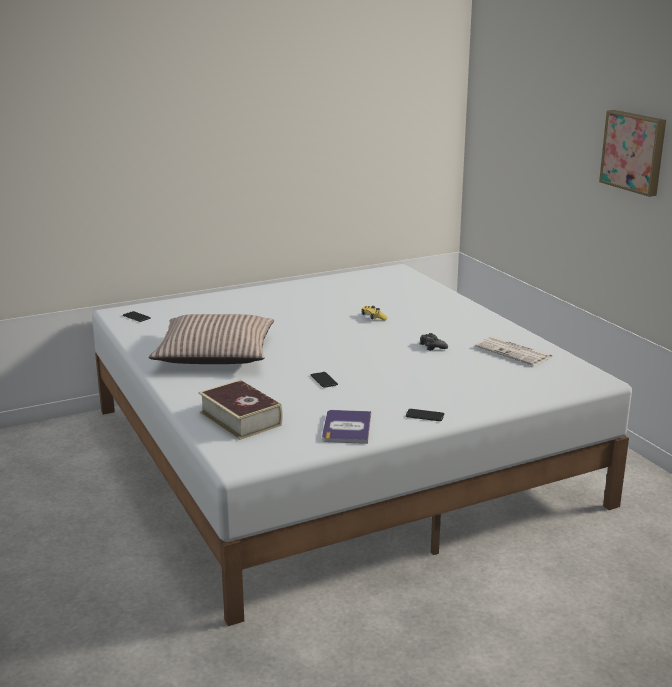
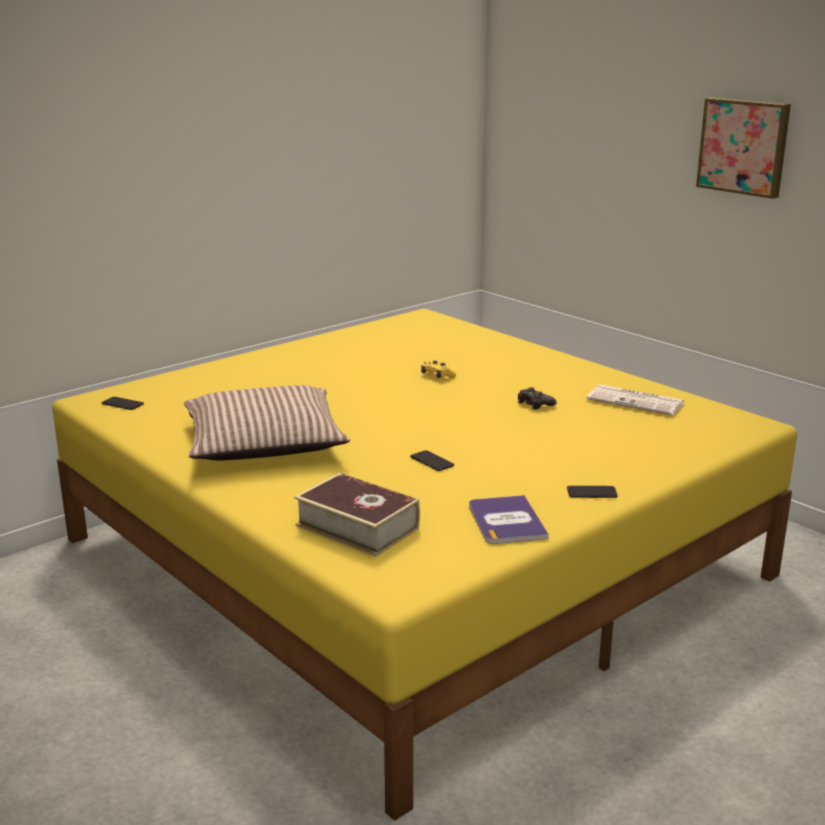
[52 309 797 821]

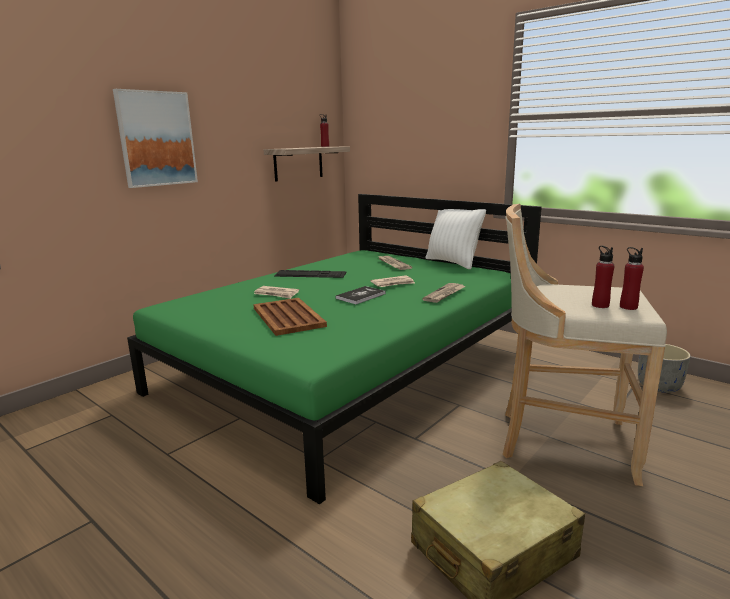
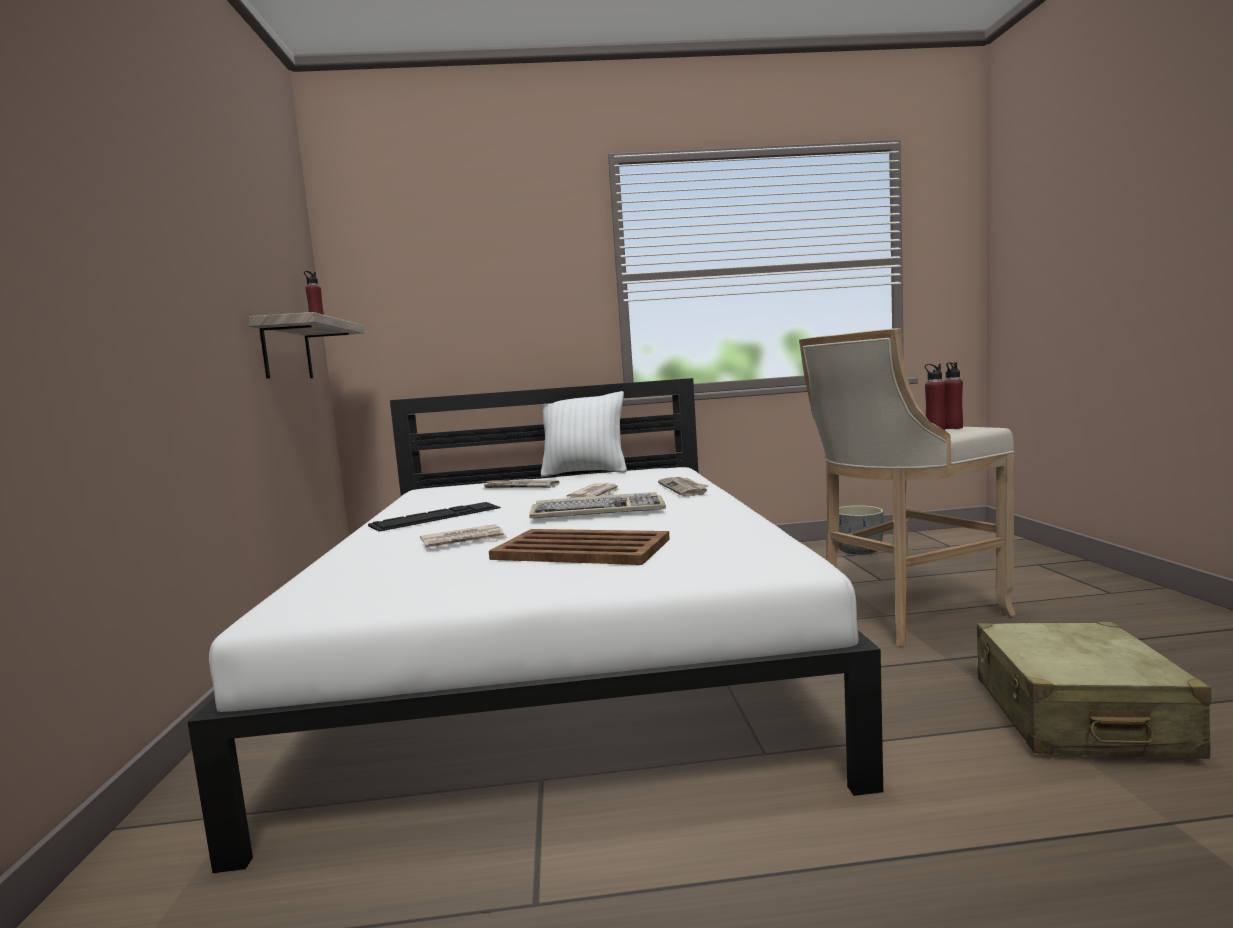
[188 378 883 873]
[529 492 666 519]
[113 89 198 188] (first image)

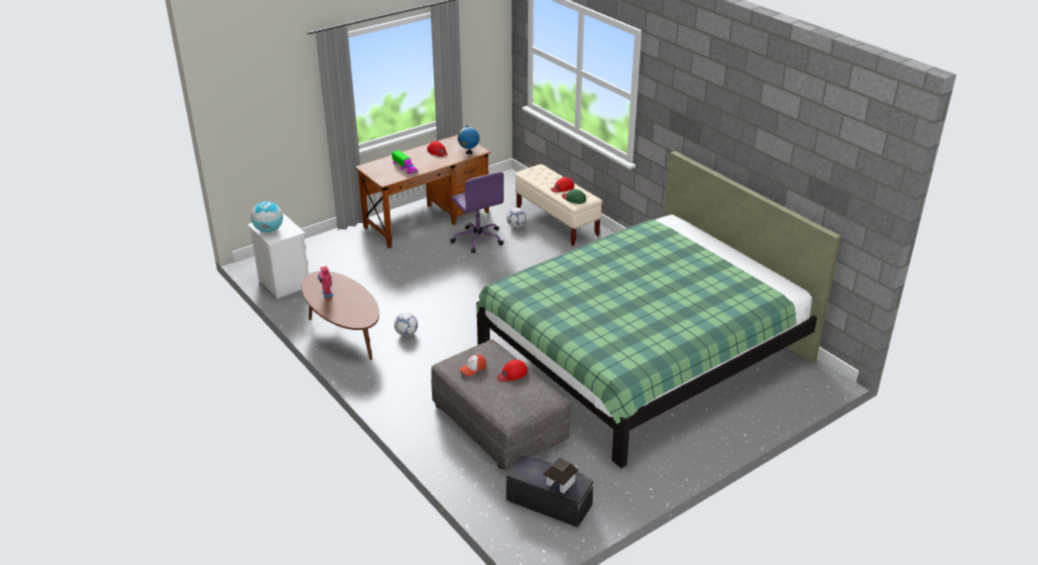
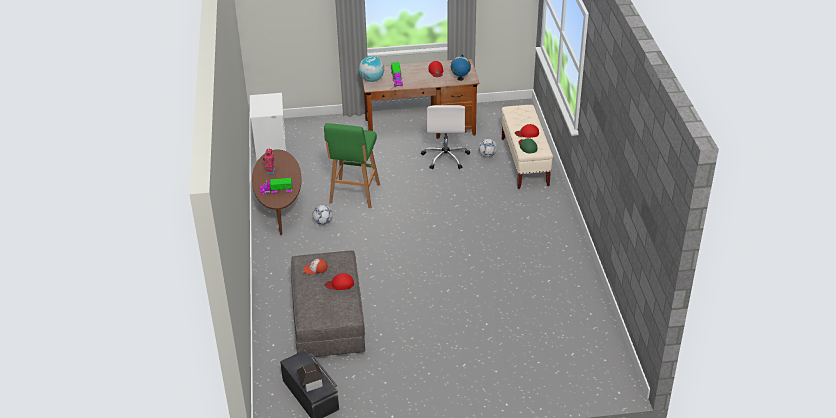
[260 178 292 194]
[324 123 380 208]
[359 56 384 82]
[421 105 470 169]
[476 151 841 468] (first image)

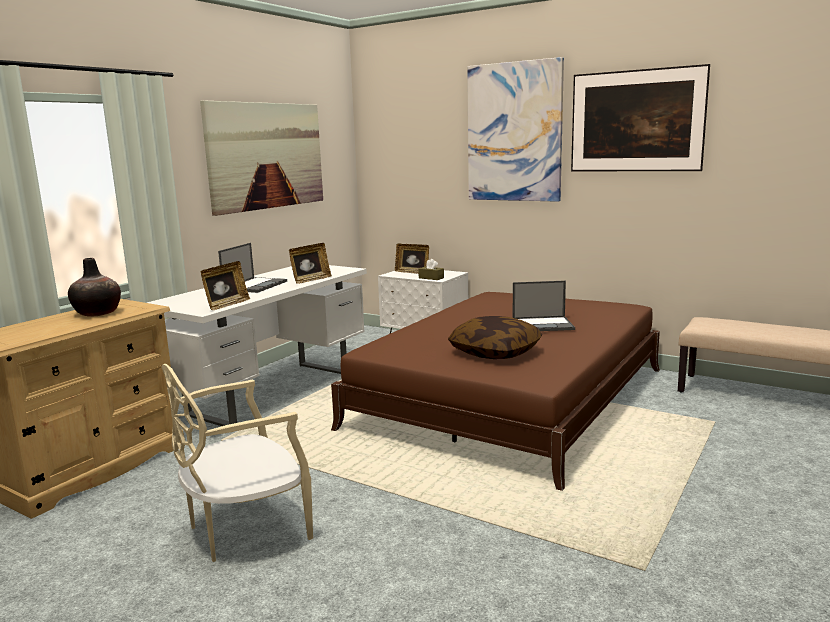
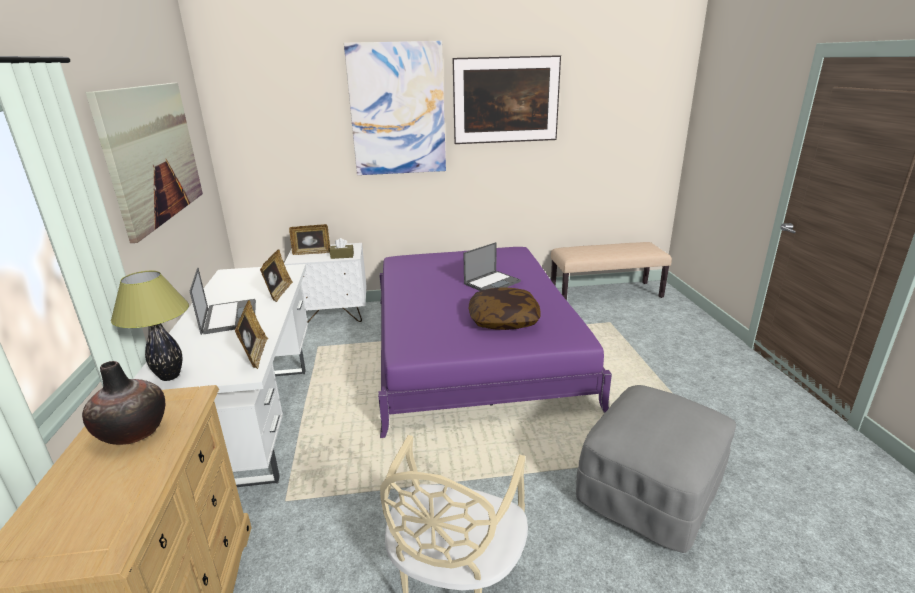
[111 271 189 381]
[378 247 612 438]
[576 385 736 553]

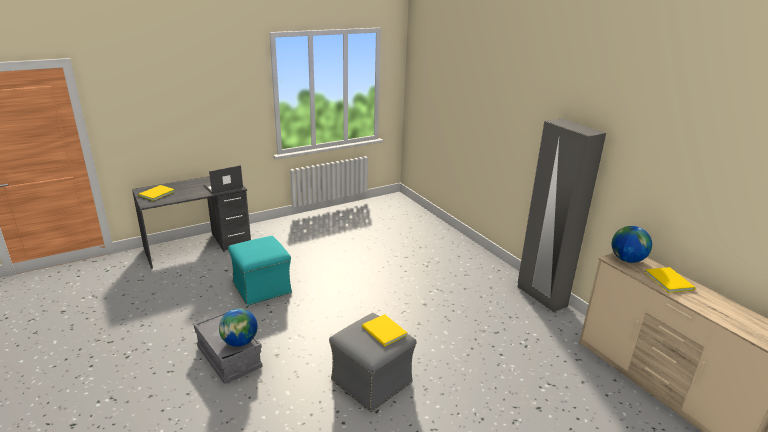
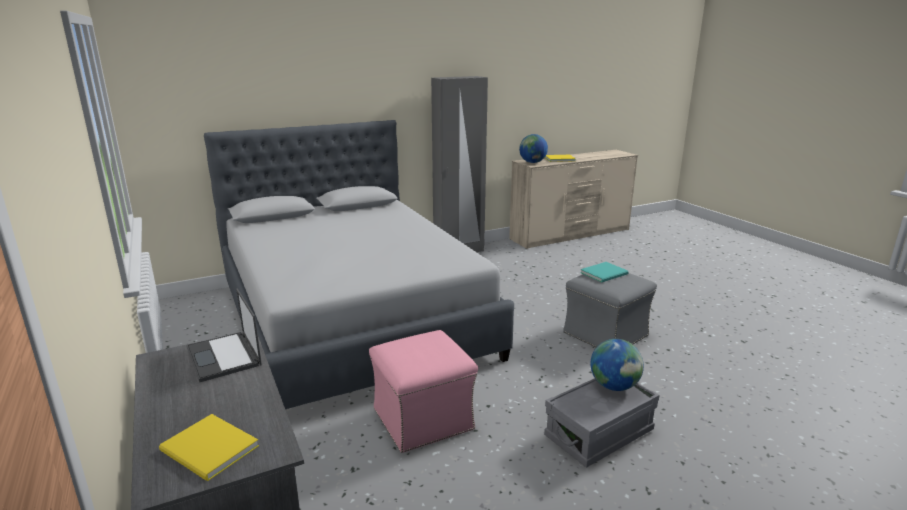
[204 120 514 409]
[369 330 478 453]
[580 262 629 282]

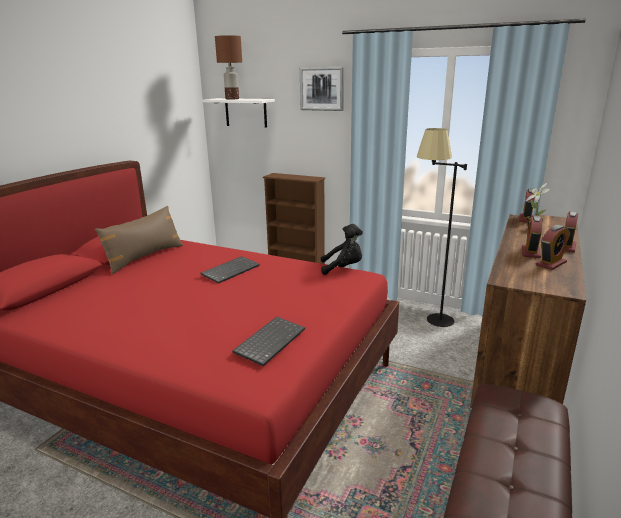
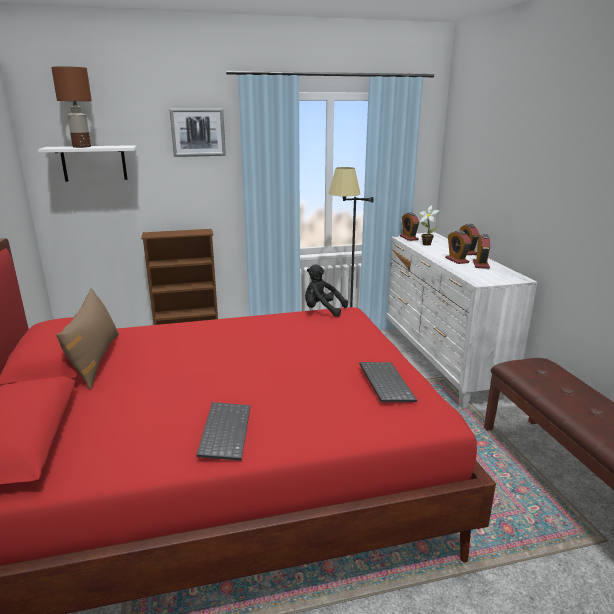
[196 402 250 461]
[305 265 348 317]
[386 232 537 408]

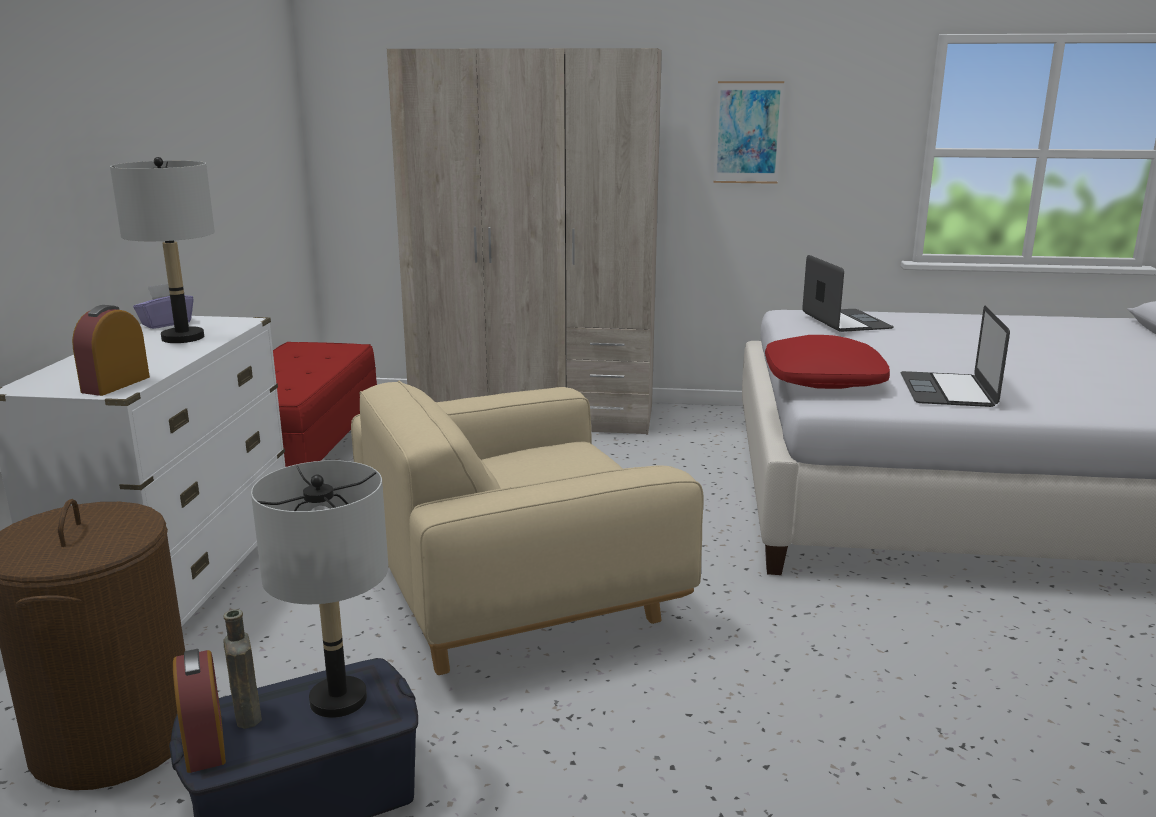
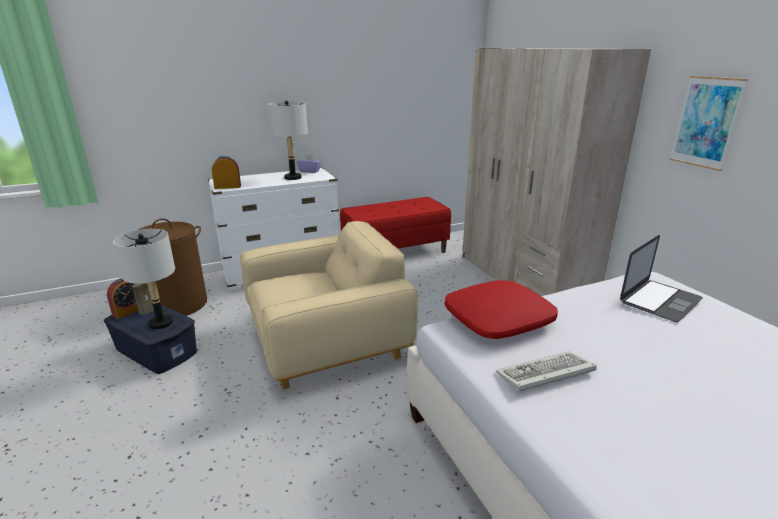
[240 221 418 390]
[496 351 597 392]

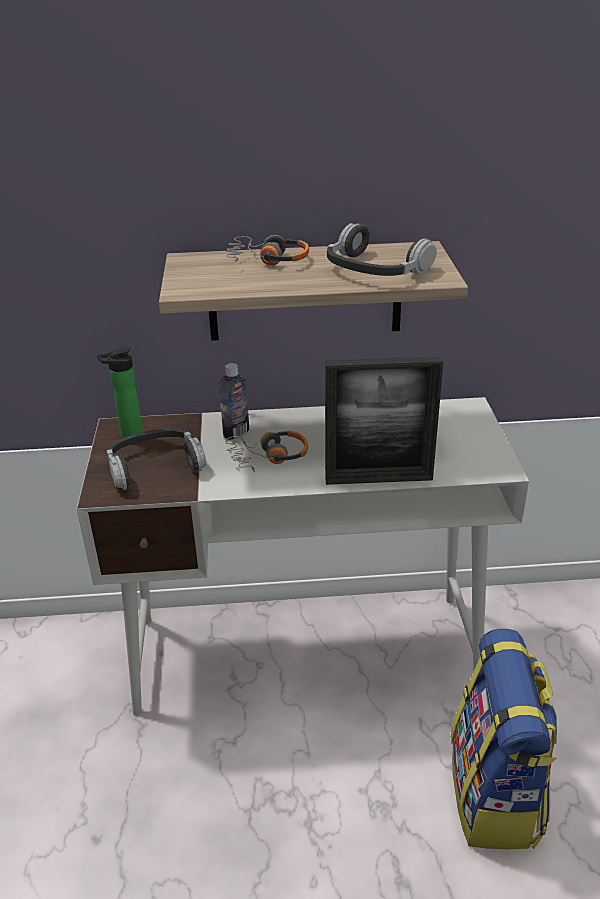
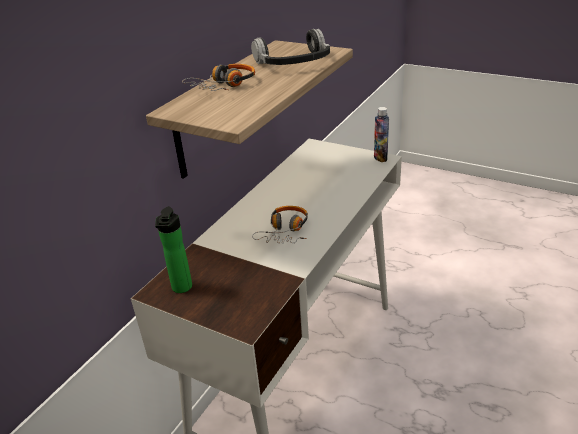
[374 107 389 162]
[107 428 206 490] (first image)
[325 356 443 485] (first image)
[450 629 557 849] (first image)

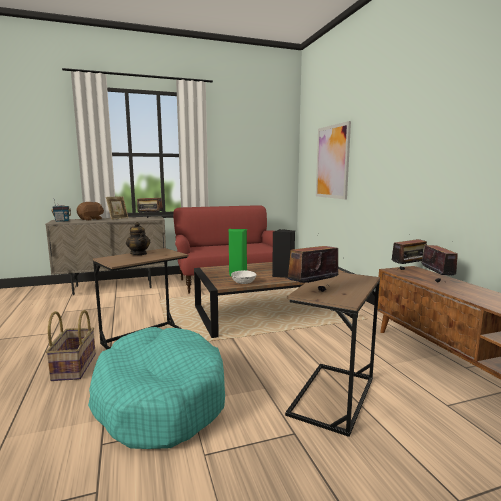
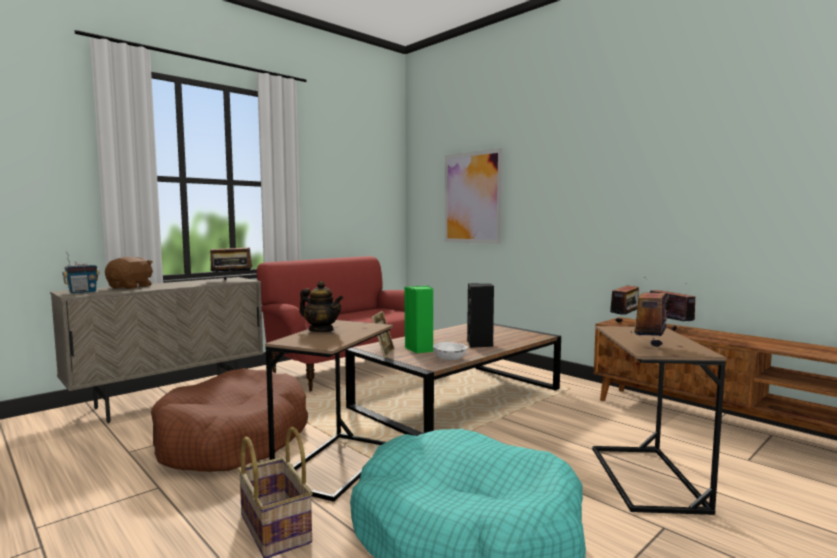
[151 368 308 472]
[371 311 395 358]

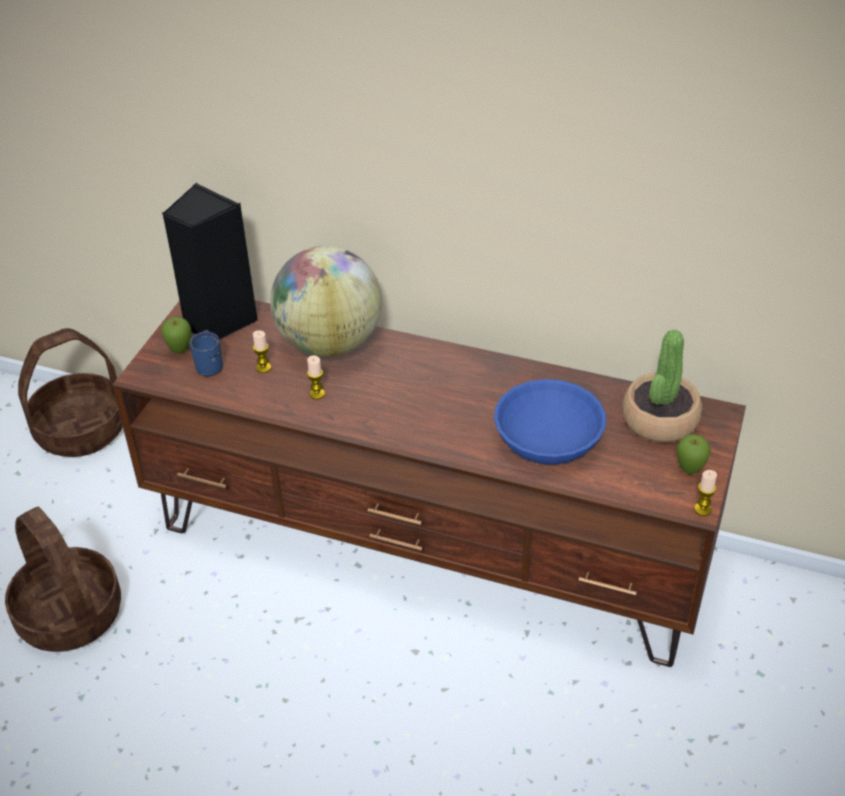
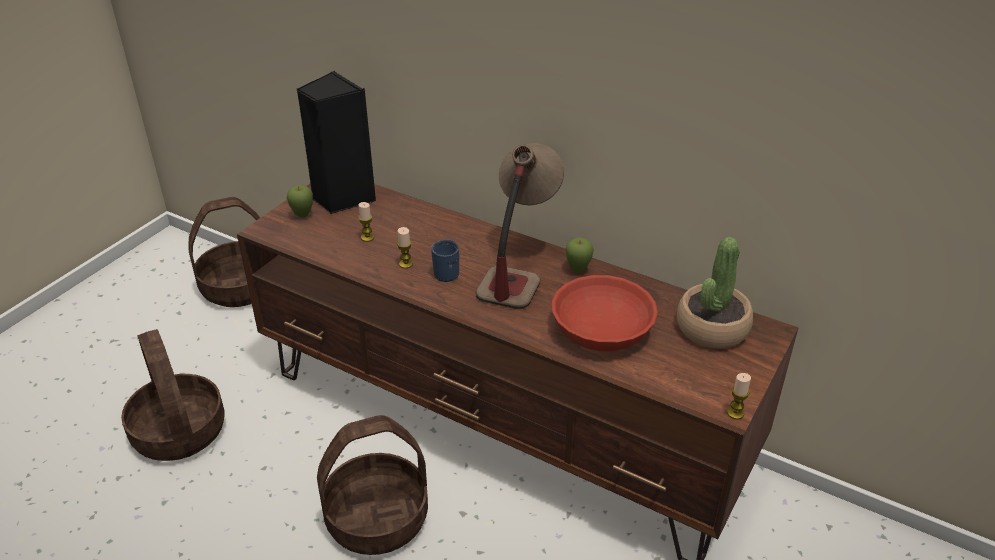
[317 415 428 555]
[431 239 459 282]
[476 143 564 309]
[552 275 658 351]
[566 237 594 273]
[270 246 382 357] (first image)

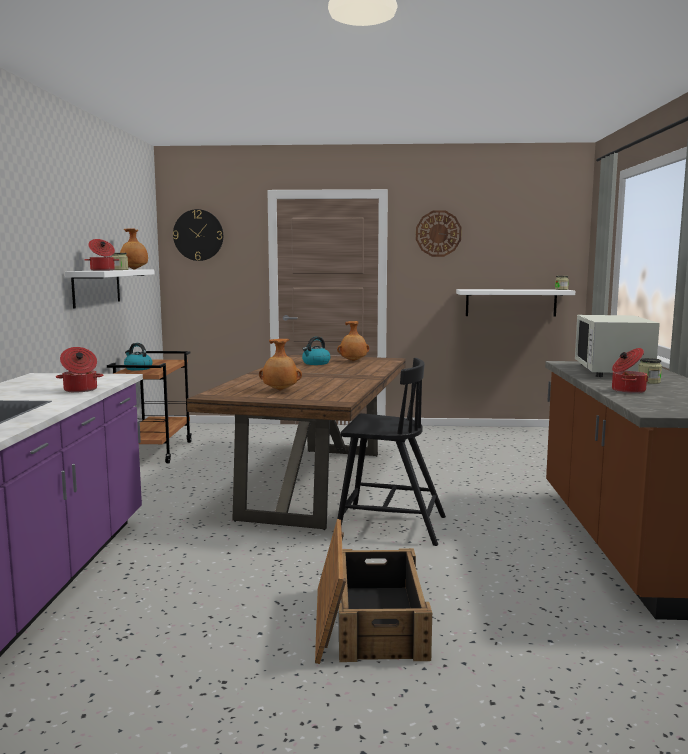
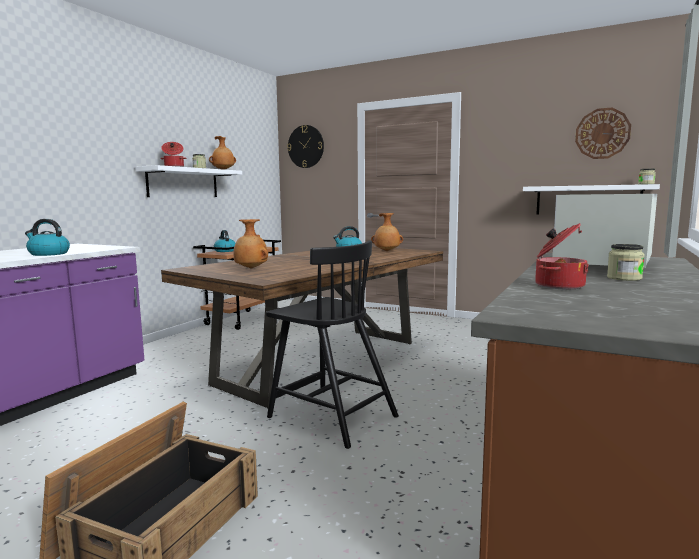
[25 219 70 256]
[575 108 631 159]

